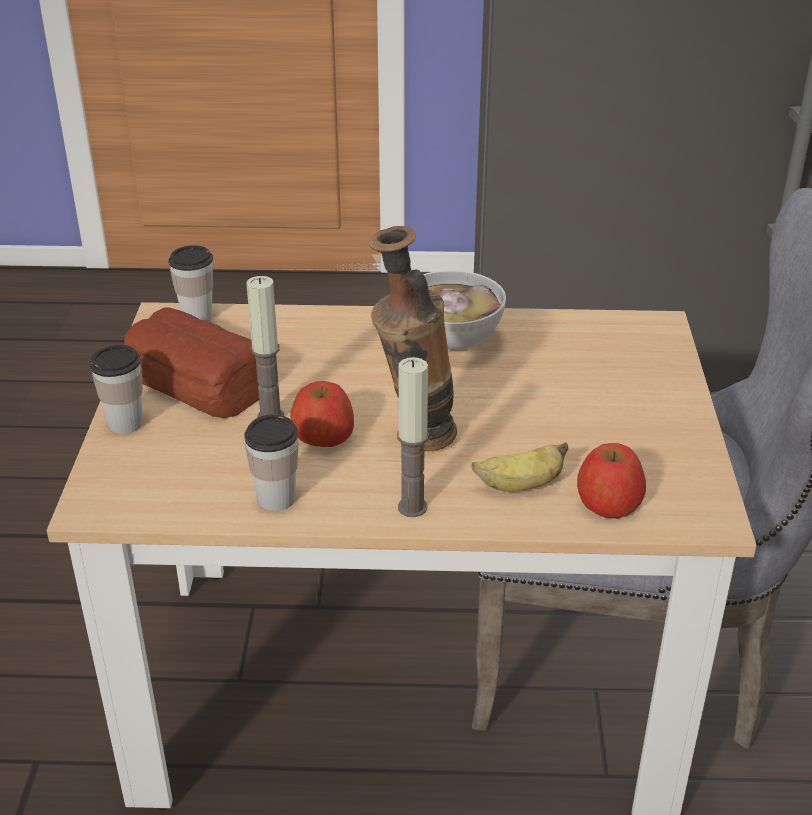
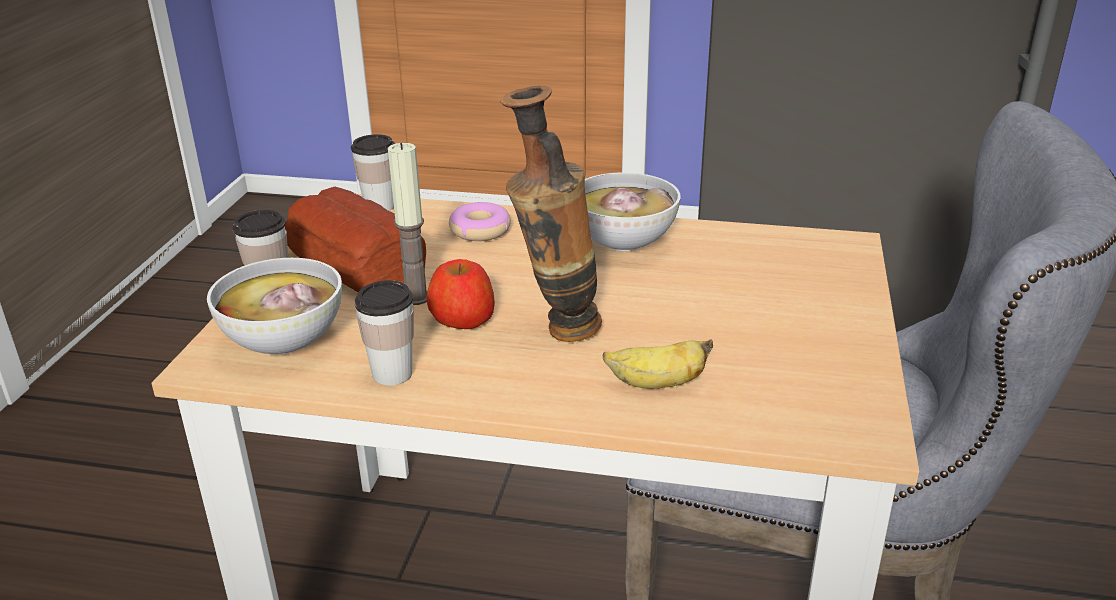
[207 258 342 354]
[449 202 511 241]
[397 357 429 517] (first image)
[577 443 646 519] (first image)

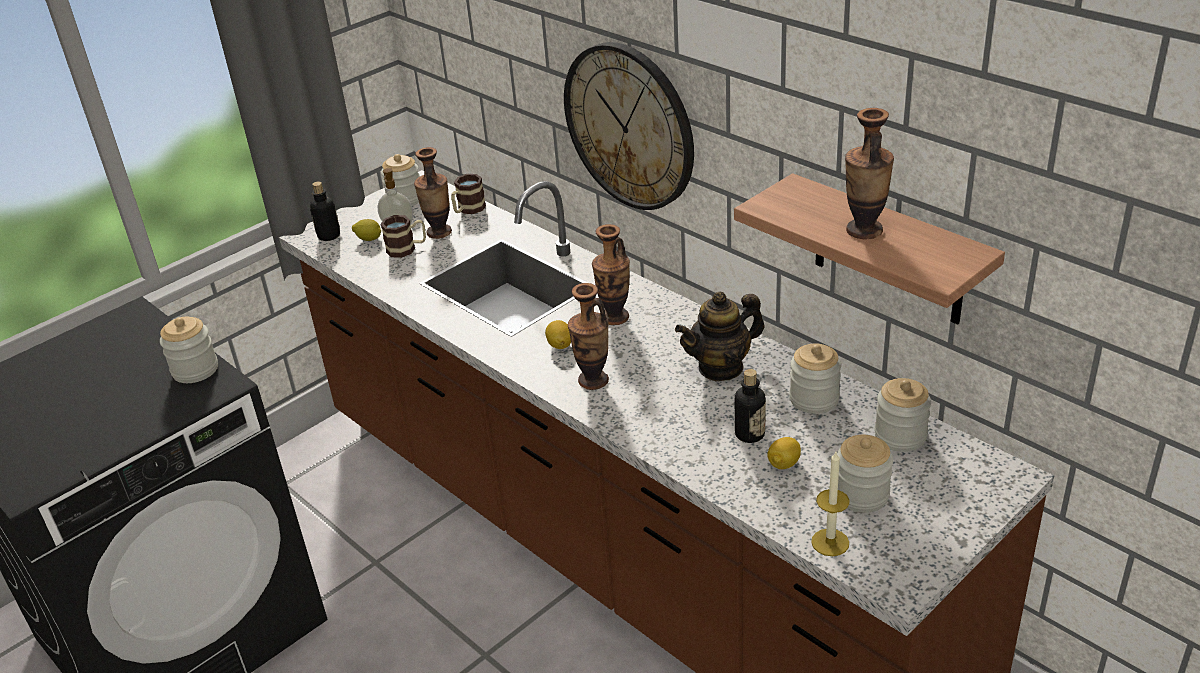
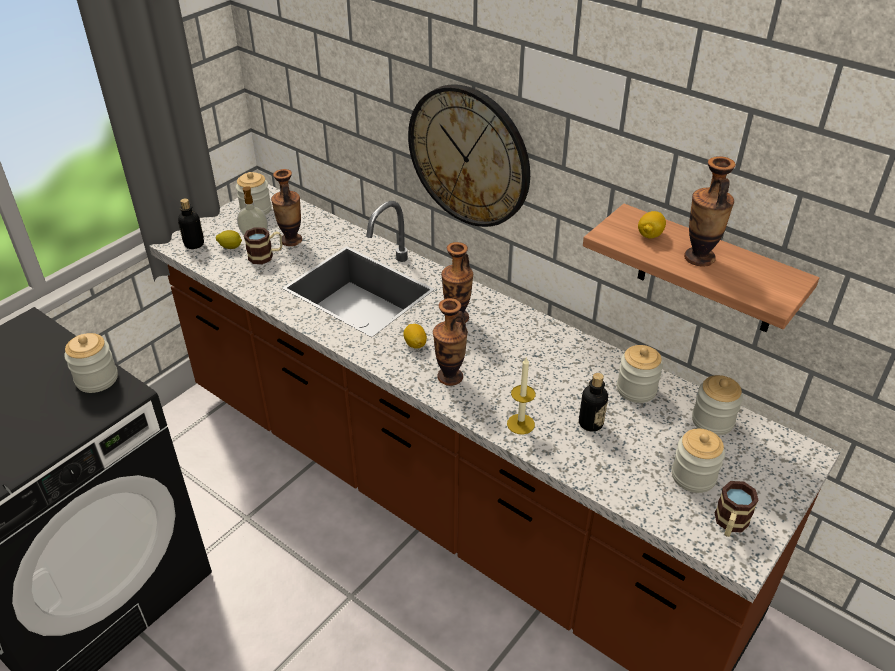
[507 358 535 435]
[638 211 666 239]
[714 481 759 537]
[675 292 764 381] (first image)

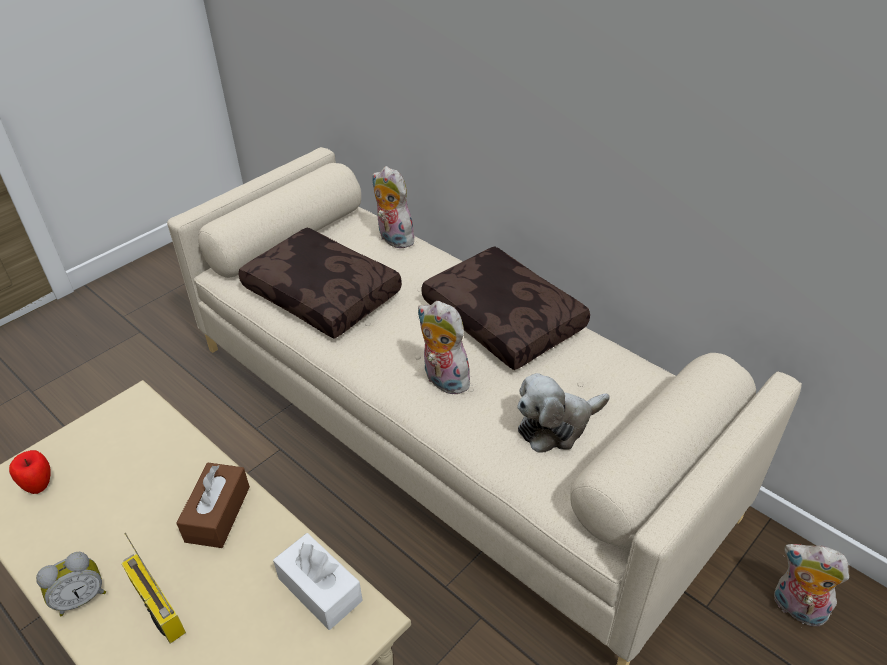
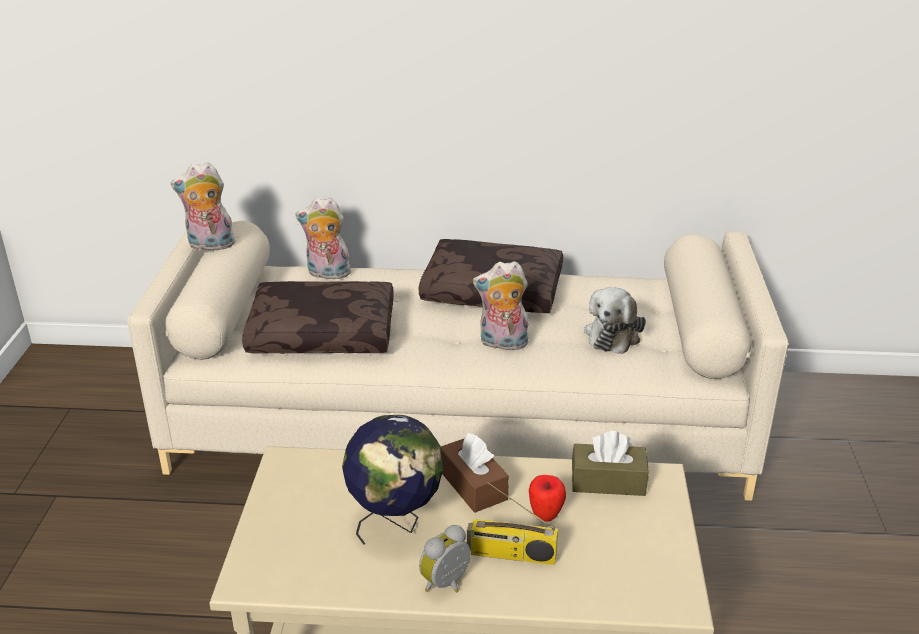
[171 162 235 251]
[342 415 444 545]
[419 525 471 593]
[529 475 566 522]
[572 431 649 496]

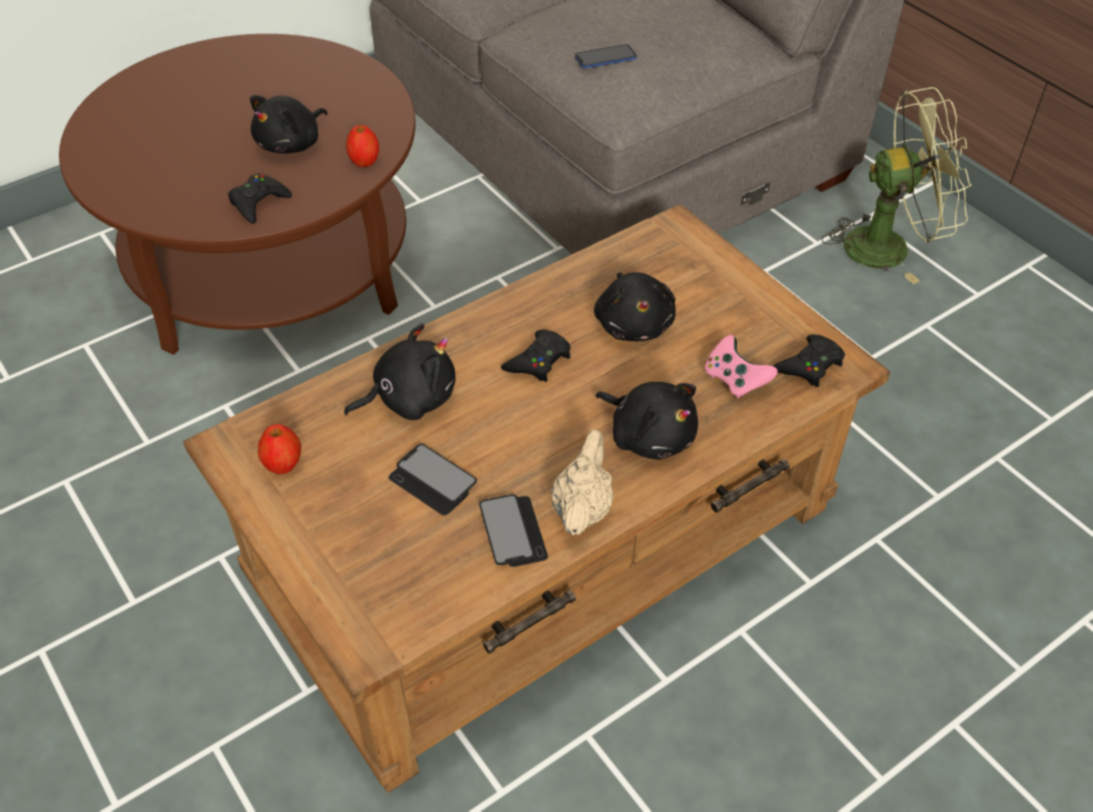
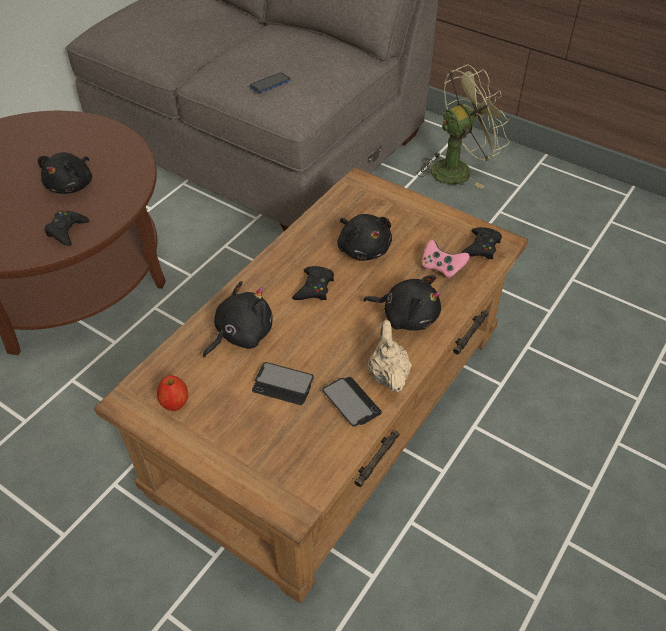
[346 125 379 167] (first image)

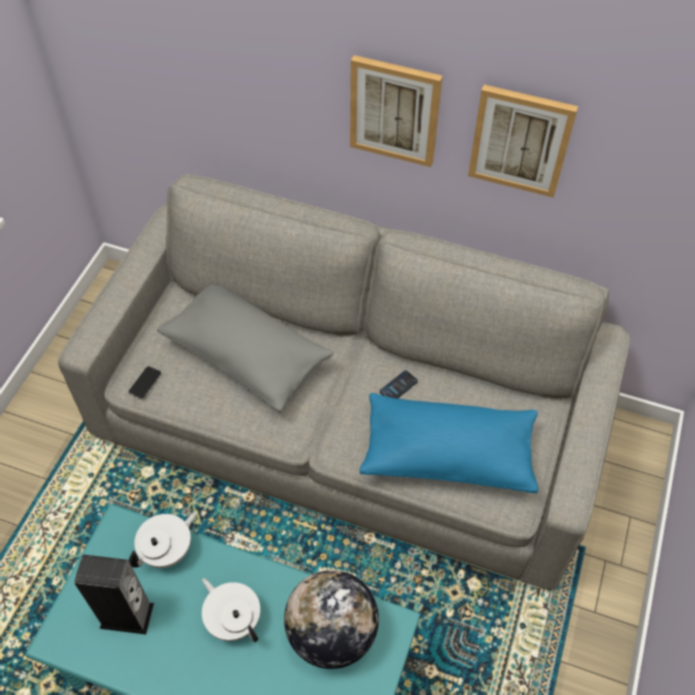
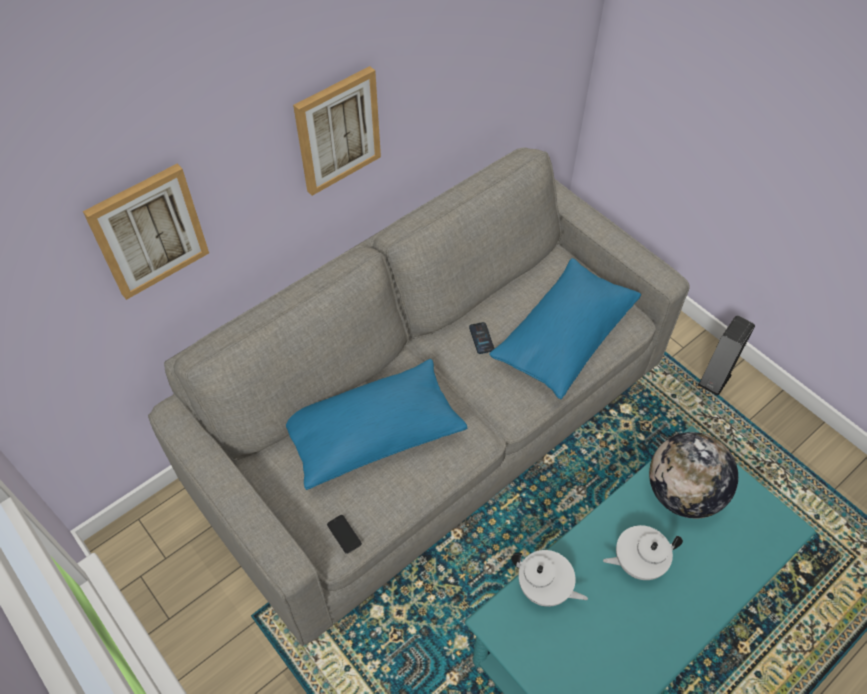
[83 164 209 300]
[286 359 467 490]
[511 550 588 607]
[698 316 755 396]

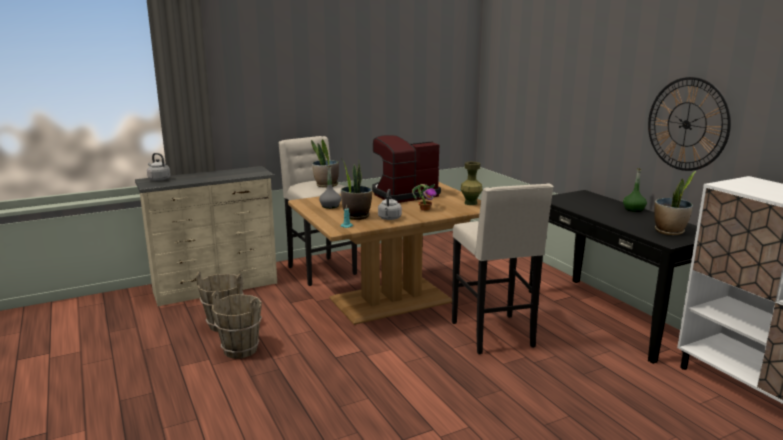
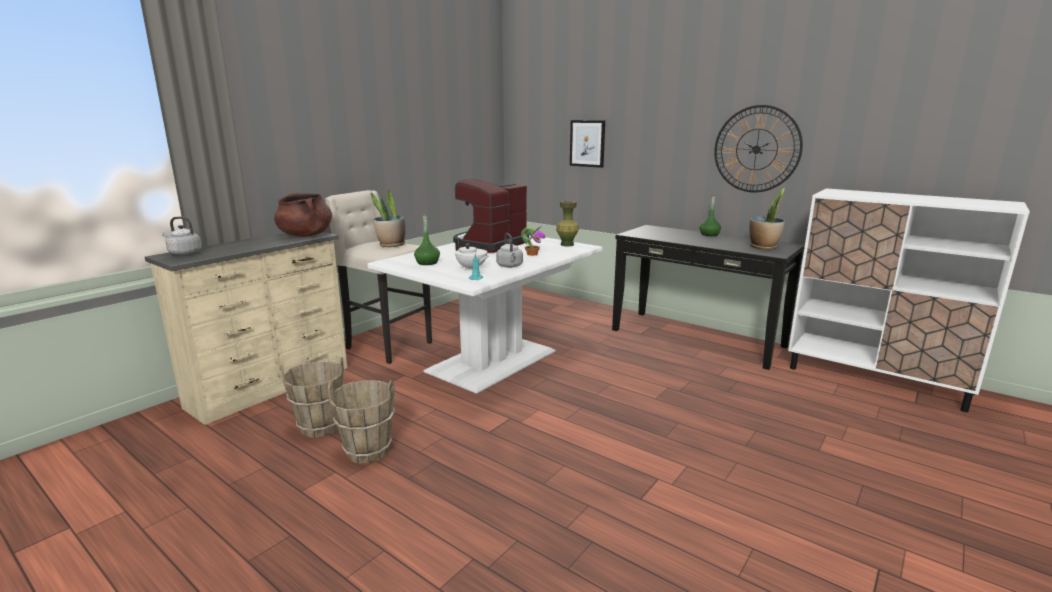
[274 193 332 237]
[367 235 602 394]
[414 215 440 265]
[455 238 489 270]
[570 120 605 168]
[452 184 554 354] (first image)

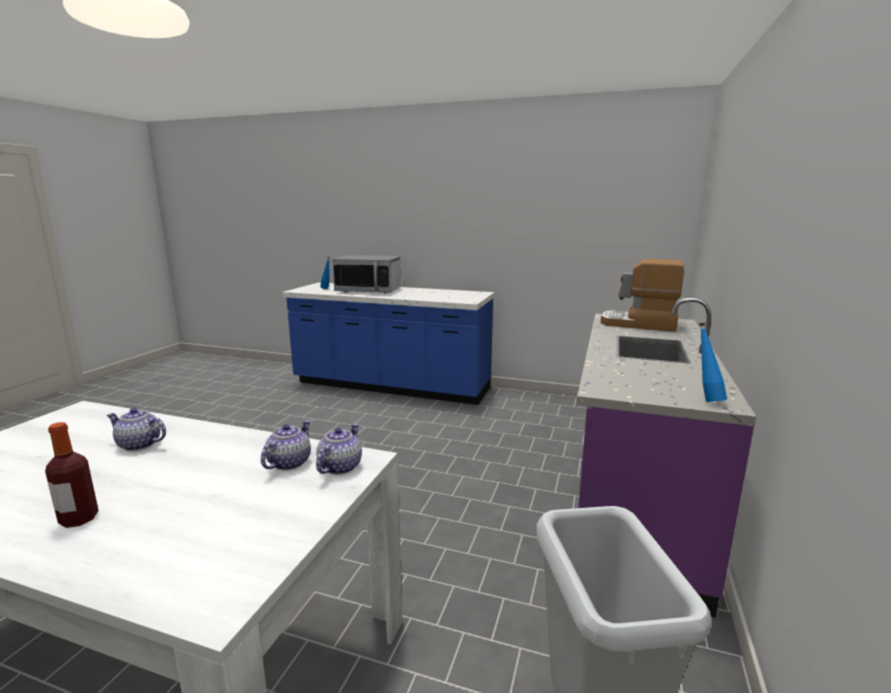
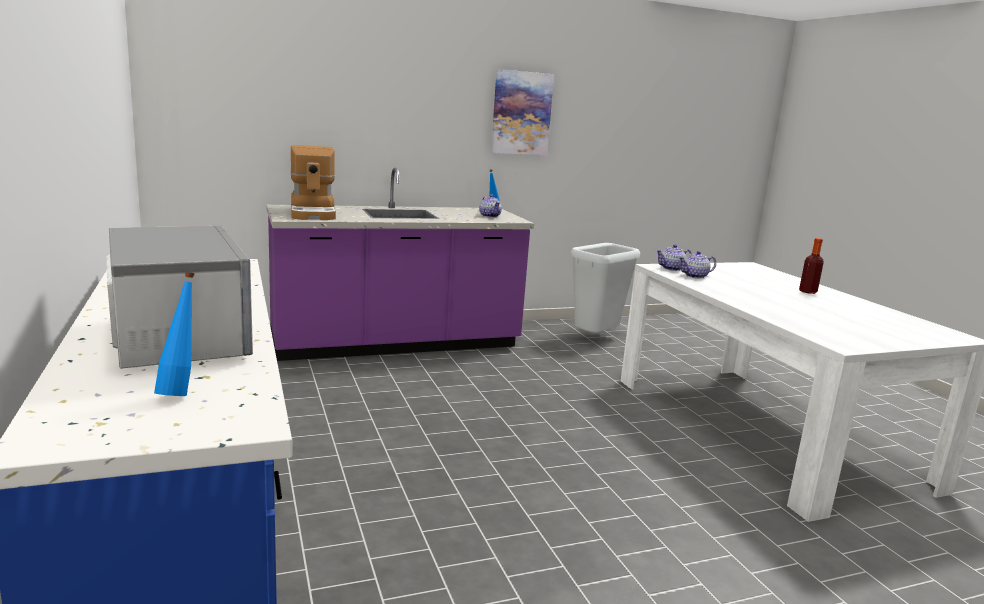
[479 194 502 218]
[491 69 554 155]

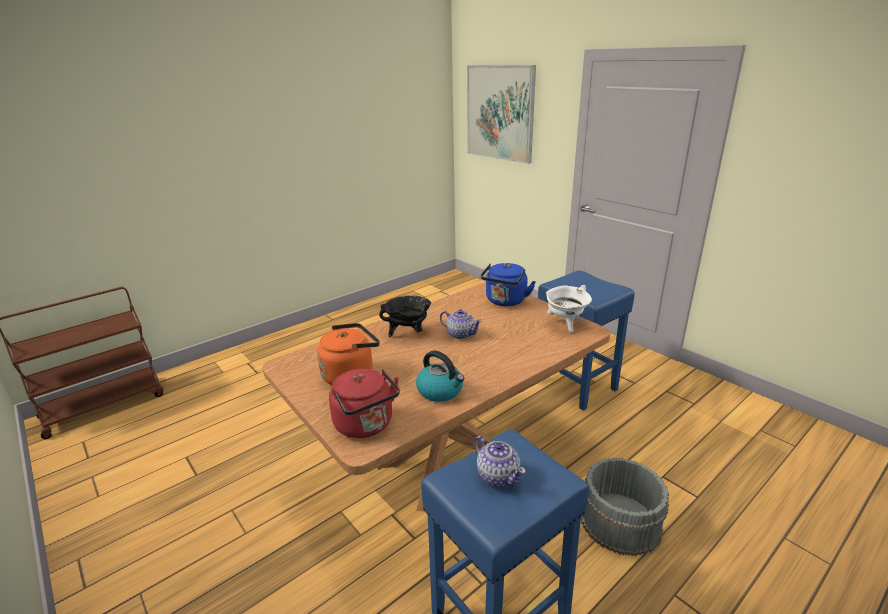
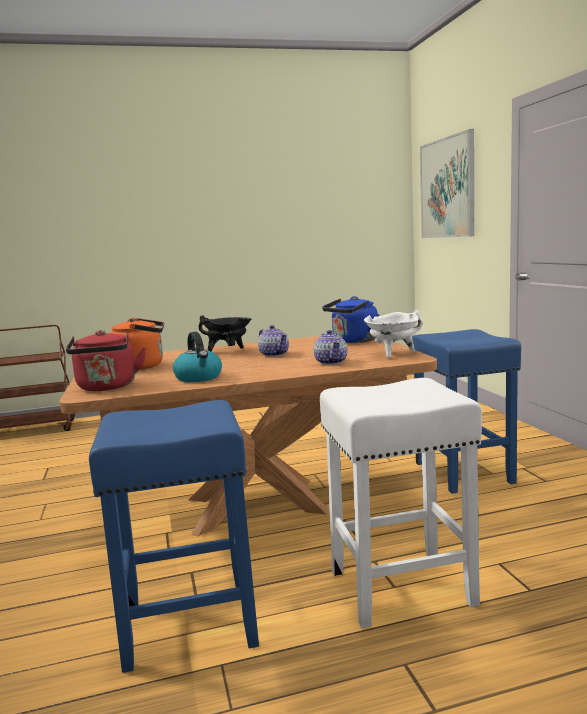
[313 330 348 365]
[320 378 482 628]

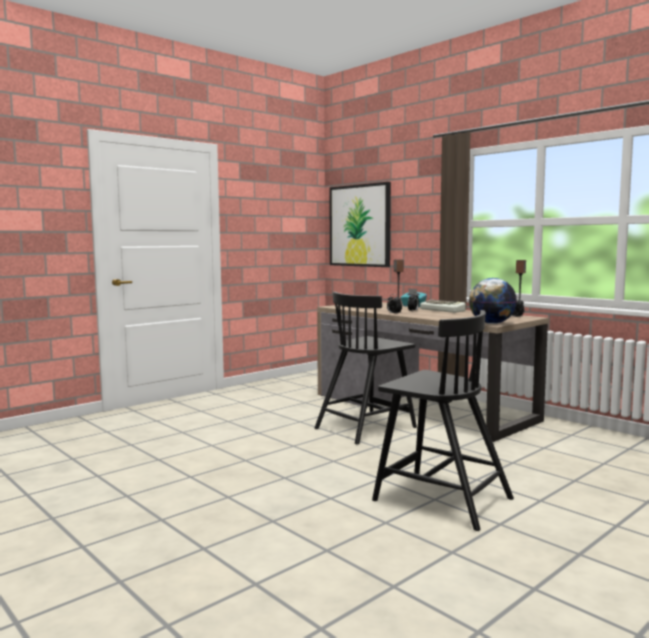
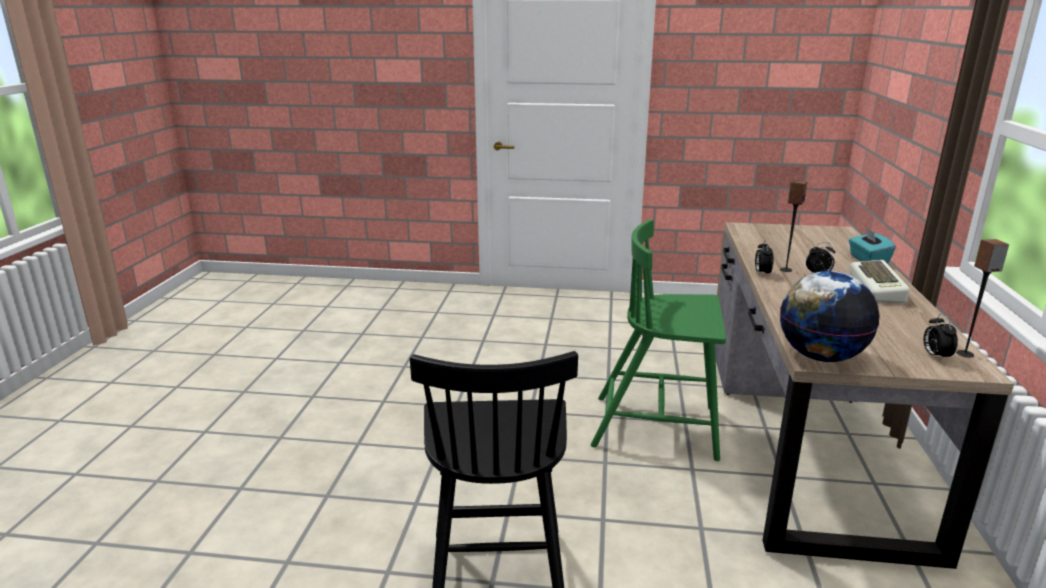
[591 219 726 461]
[329 182 391 267] (first image)

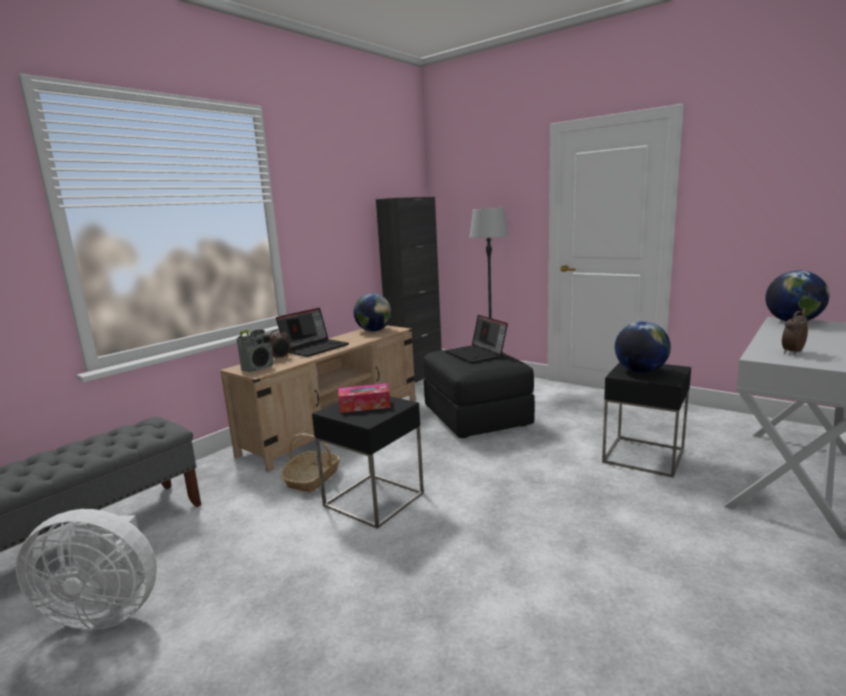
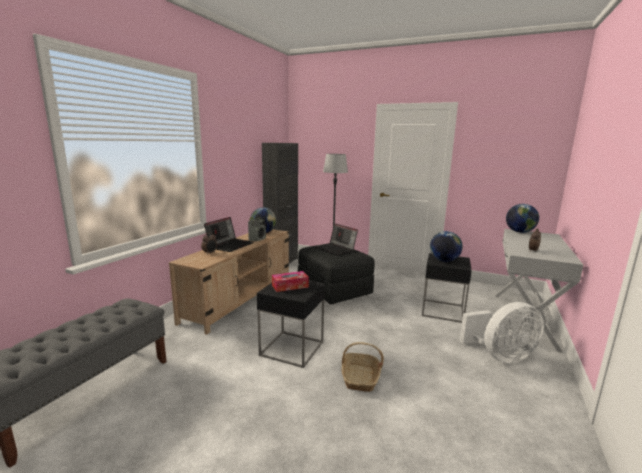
[248 217 266 242]
[342 342 384 392]
[460 302 544 363]

